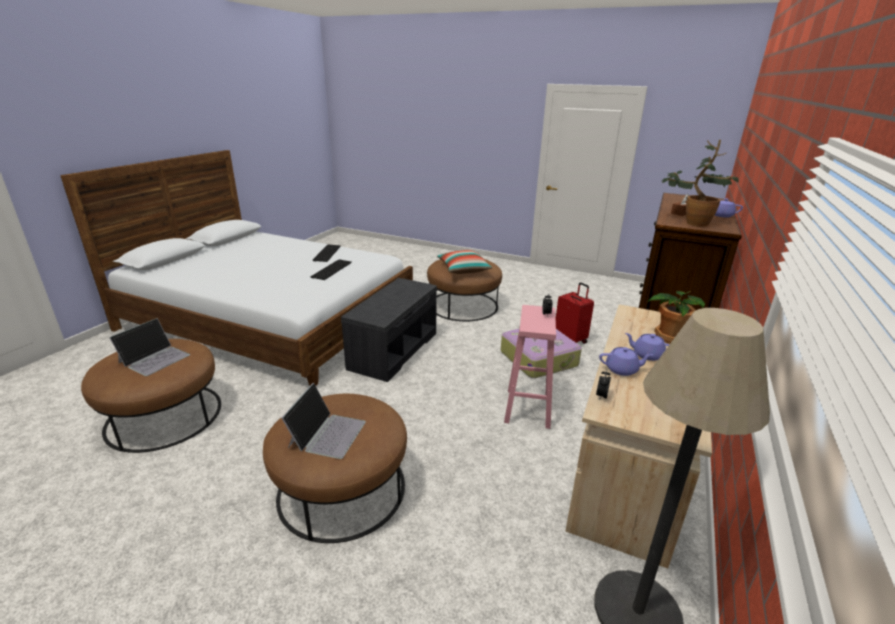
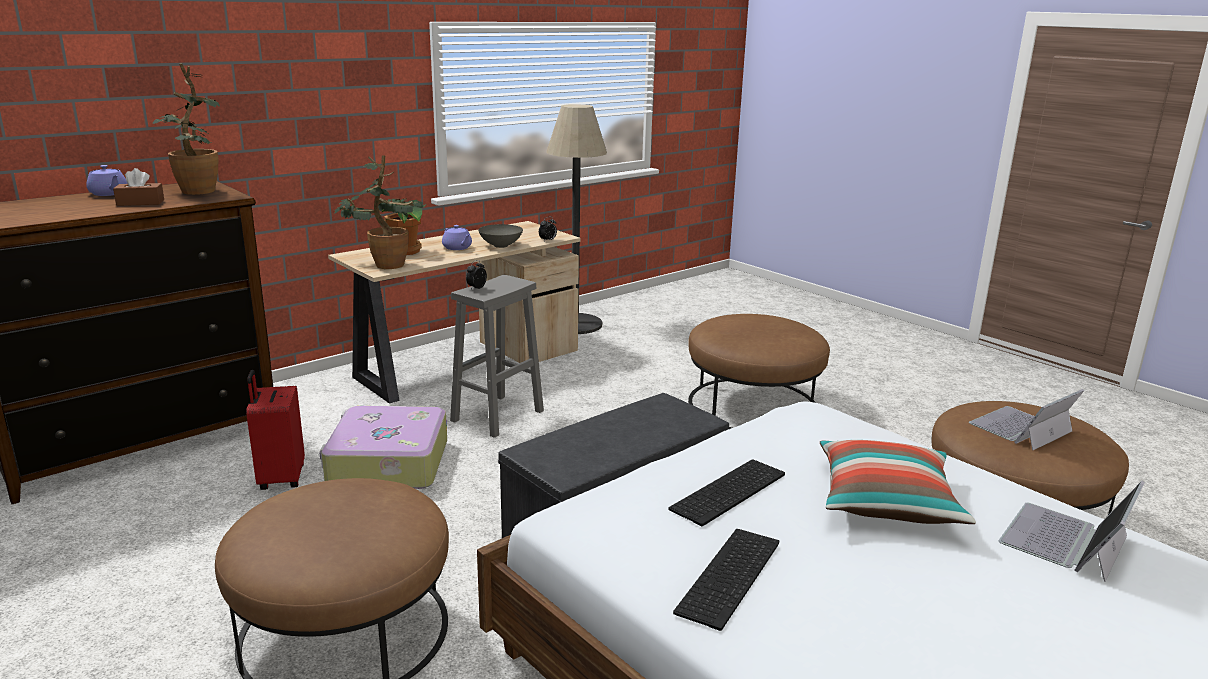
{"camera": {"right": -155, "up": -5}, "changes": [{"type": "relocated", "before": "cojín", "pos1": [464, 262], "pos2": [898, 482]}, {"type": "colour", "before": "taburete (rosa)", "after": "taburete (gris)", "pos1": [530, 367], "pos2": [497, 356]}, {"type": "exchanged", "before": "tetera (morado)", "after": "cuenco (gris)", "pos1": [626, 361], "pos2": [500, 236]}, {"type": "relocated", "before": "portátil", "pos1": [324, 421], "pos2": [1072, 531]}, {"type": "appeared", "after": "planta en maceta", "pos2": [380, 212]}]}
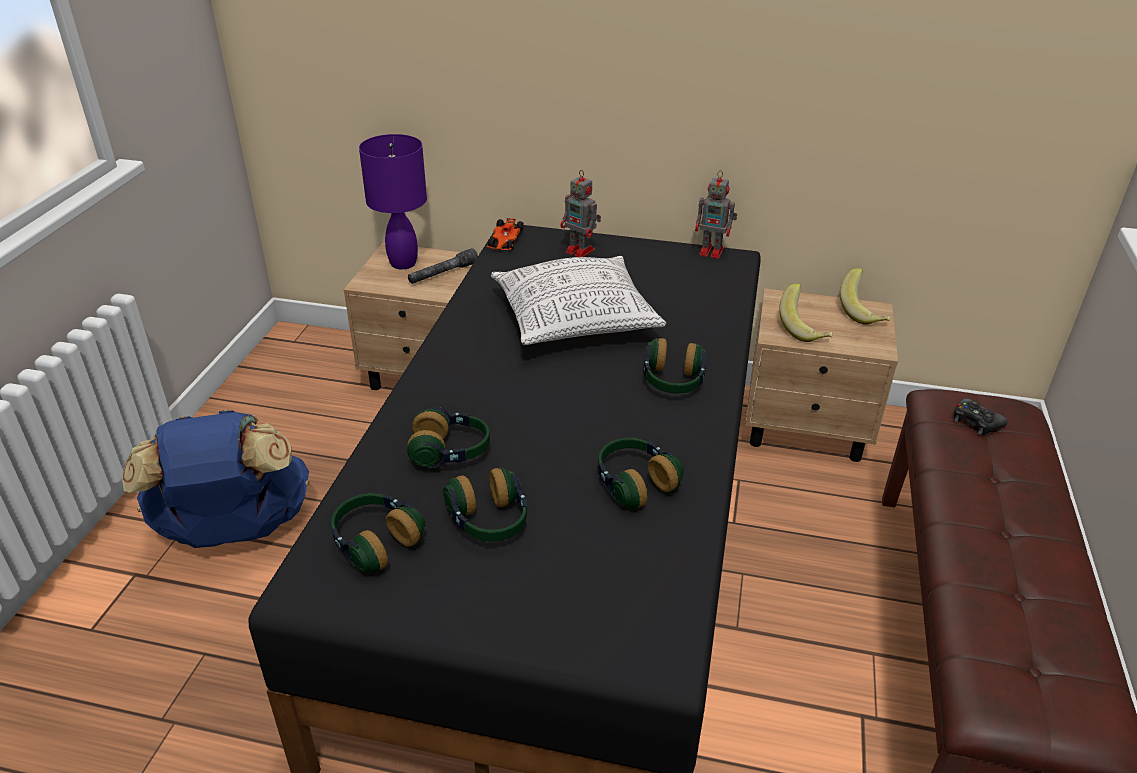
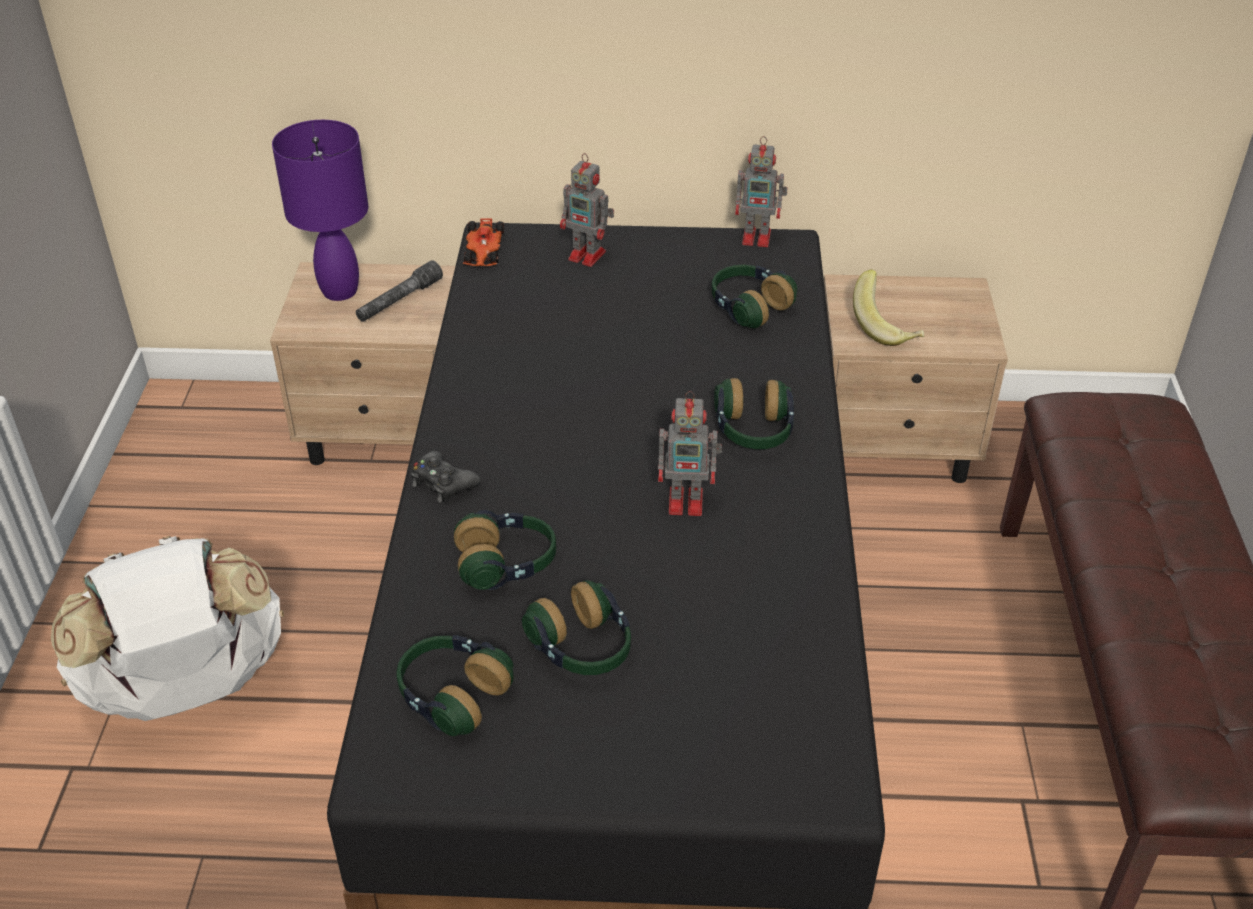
{"camera": {"right": -10, "up": 5}, "changes": [{"type": "missing", "before": "cojín", "pos1": [579, 300]}, {"type": "missing", "before": "plátano", "pos1": [865, 296]}, {"type": "relocated", "before": "mando de consola (negro)", "pos1": [981, 416], "pos2": [446, 477]}, {"type": "colour", "before": "mochila (azul)", "after": "mochila (blanco)", "pos1": [216, 479], "pos2": [167, 628]}, {"type": "relocated", "before": "auriculares", "pos1": [641, 473], "pos2": [754, 296]}, {"type": "appeared", "after": "robot de juguete", "pos2": [690, 453]}]}
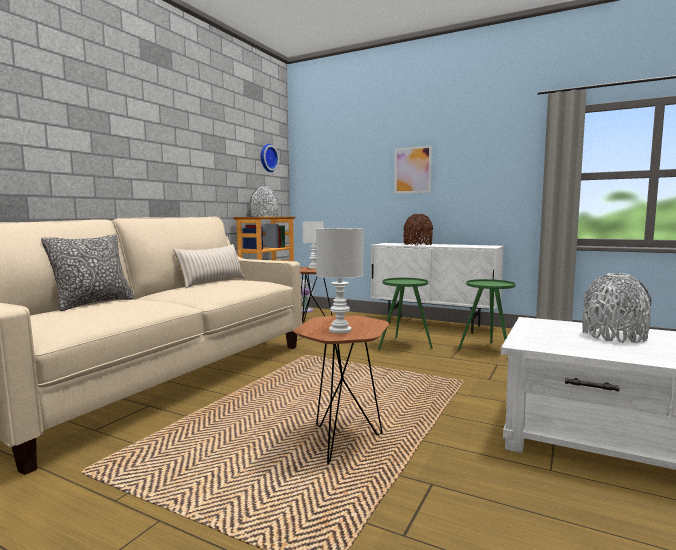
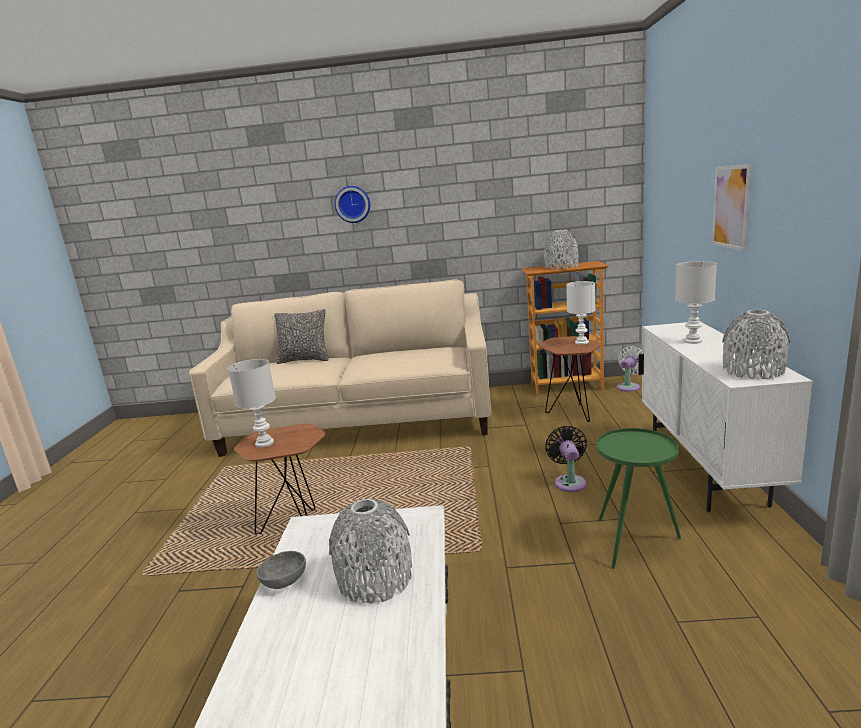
{"camera": {"right": 65, "up": 10}, "changes": [{"type": "relocated", "before": "reloj de pared", "pos1": [270, 158], "pos2": [352, 204]}, {"type": "exchanged", "before": "florero (marrón)", "after": "lámpara de mesa (blanco)", "pos1": [418, 230], "pos2": [696, 302]}, {"type": "missing", "before": "cojín (beis)", "pos1": [209, 266]}, {"type": "exchanged", "before": "mesa auxiliar (verde)", "after": "ventilador (negro)", "pos1": [405, 314], "pos2": [566, 459]}, {"type": "appeared", "after": "florero (gris)", "pos2": [756, 344]}, {"type": "appeared", "after": "cuenco (gris)", "pos2": [281, 570]}]}
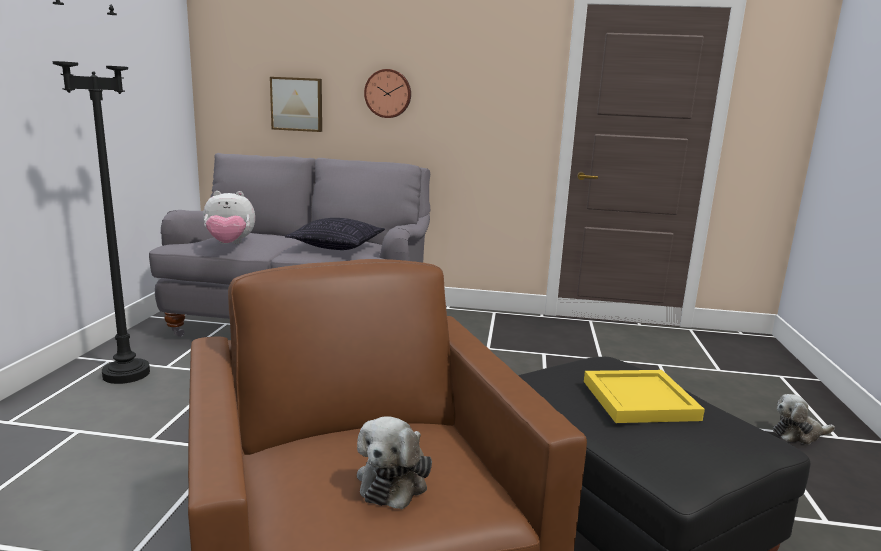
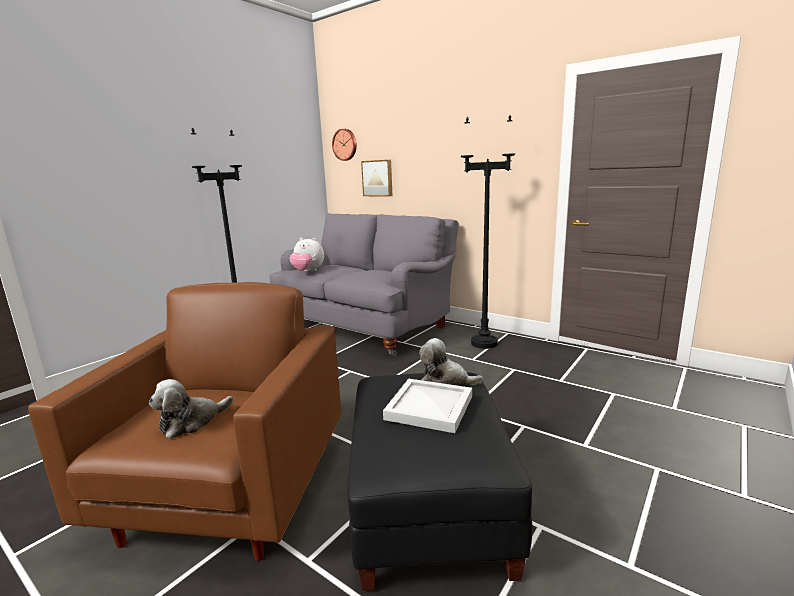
{"camera": {"right": 30, "up": 0}, "changes": [{"type": "relocated", "before": "reloj de pared", "pos1": [387, 93], "pos2": [344, 145]}, {"type": "missing", "before": "cojín", "pos1": [335, 234]}, {"type": "colour", "before": "bandeja (amarillo)", "after": "bandeja (blanco)", "pos1": [644, 396], "pos2": [427, 406]}, {"type": "relocated", "before": "peluche", "pos1": [804, 419], "pos2": [451, 362]}, {"type": "appeared", "after": "lámpara de pie (negro)", "pos2": [488, 232]}]}
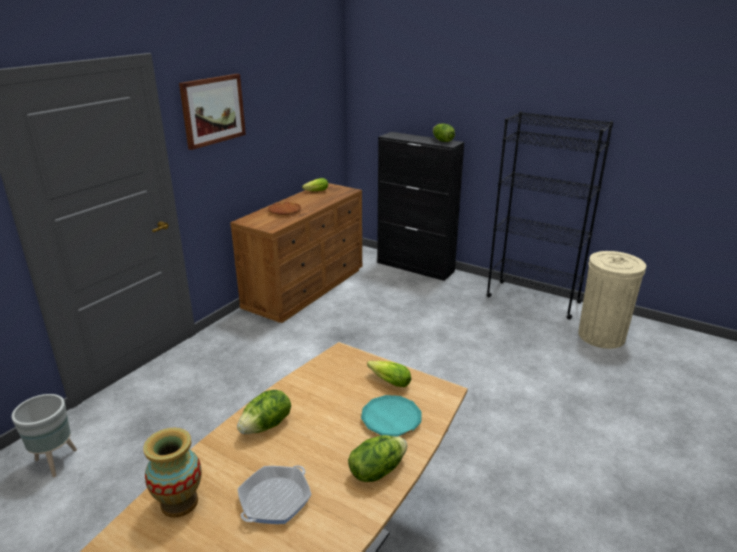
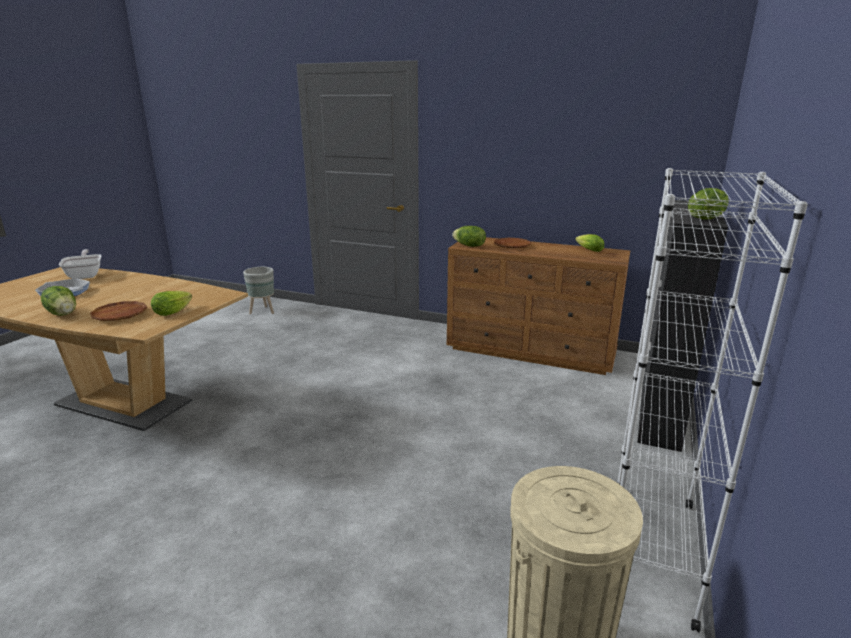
{"camera": {"right": 80, "up": -5}, "changes": [{"type": "missing", "before": "cuadro", "pos1": [212, 112]}, {"type": "colour", "before": "estantería (negro)", "after": "estantería (blanco)", "pos1": [549, 215], "pos2": [713, 400]}, {"type": "relocated", "before": "lechuga", "pos1": [264, 412], "pos2": [469, 236]}, {"type": "colour", "before": "plato (turquesa)", "after": "plato (marrón)", "pos1": [391, 416], "pos2": [118, 311]}, {"type": "exchanged", "before": "florero", "after": "sartén", "pos1": [172, 473], "pos2": [80, 264]}]}
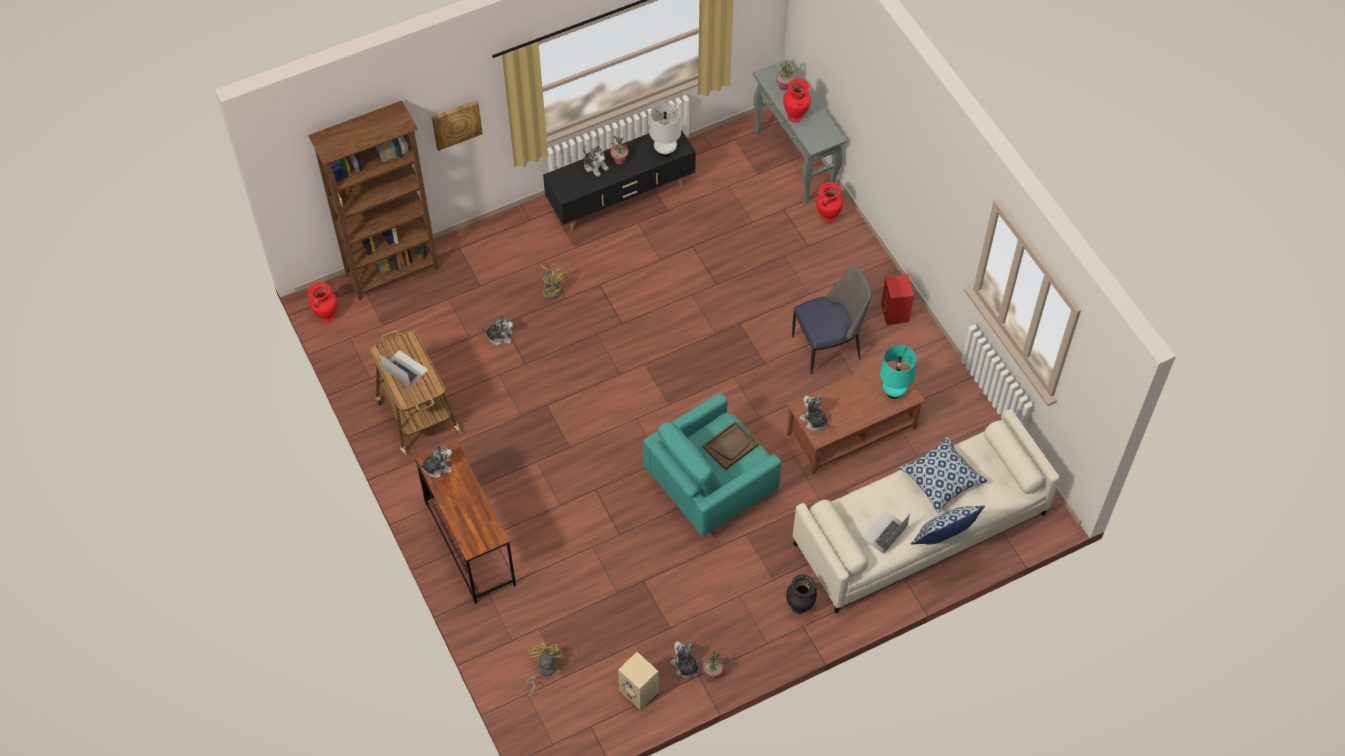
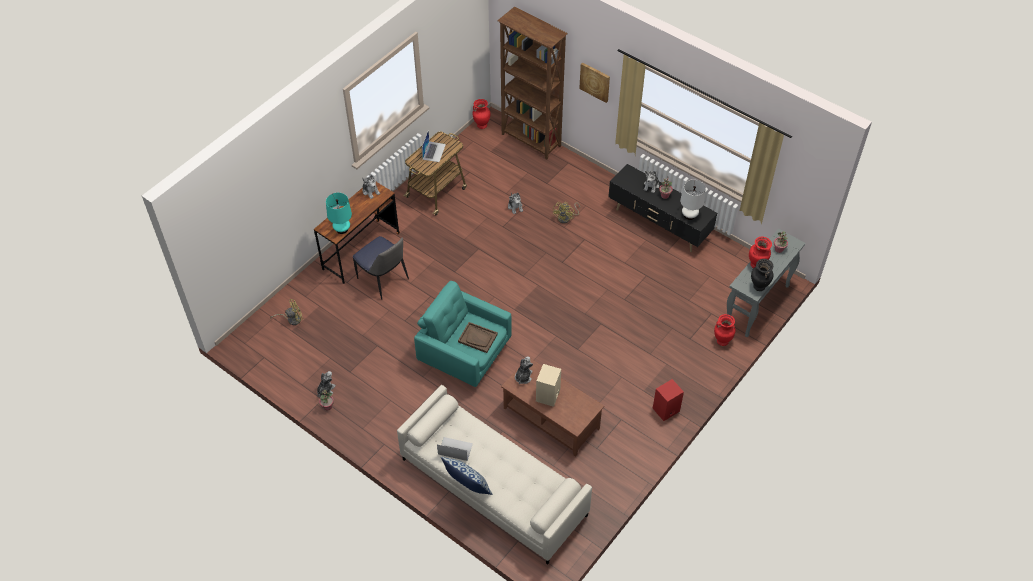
{"camera": {"right": 65, "up": -5}, "changes": [{"type": "relocated", "before": "silla", "pos1": [831, 320], "pos2": [381, 268]}, {"type": "relocated", "before": "lámpara de mesa (turquesa)", "pos1": [898, 372], "pos2": [339, 213]}, {"type": "missing", "before": "cojín", "pos1": [943, 475]}, {"type": "relocated", "before": "florero (negro)", "pos1": [801, 594], "pos2": [762, 275]}, {"type": "relocated", "before": "altavoz (beis)", "pos1": [638, 681], "pos2": [548, 385]}]}
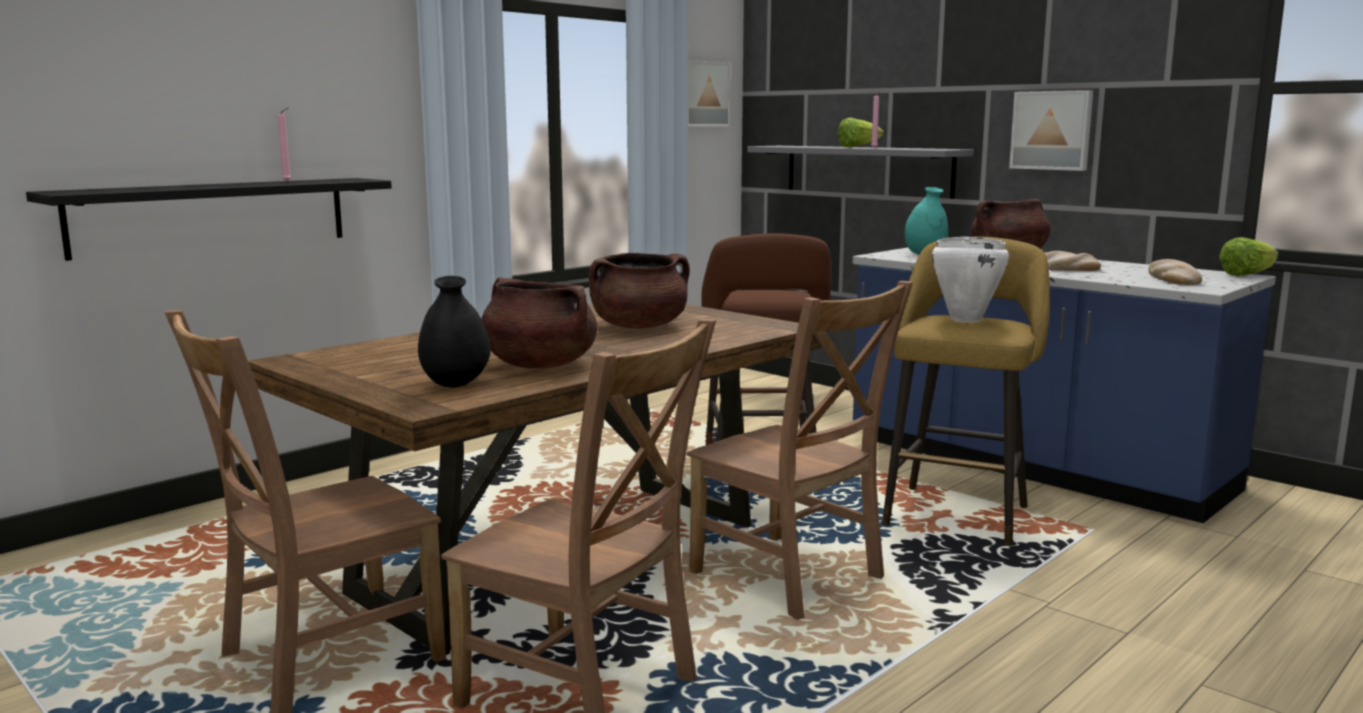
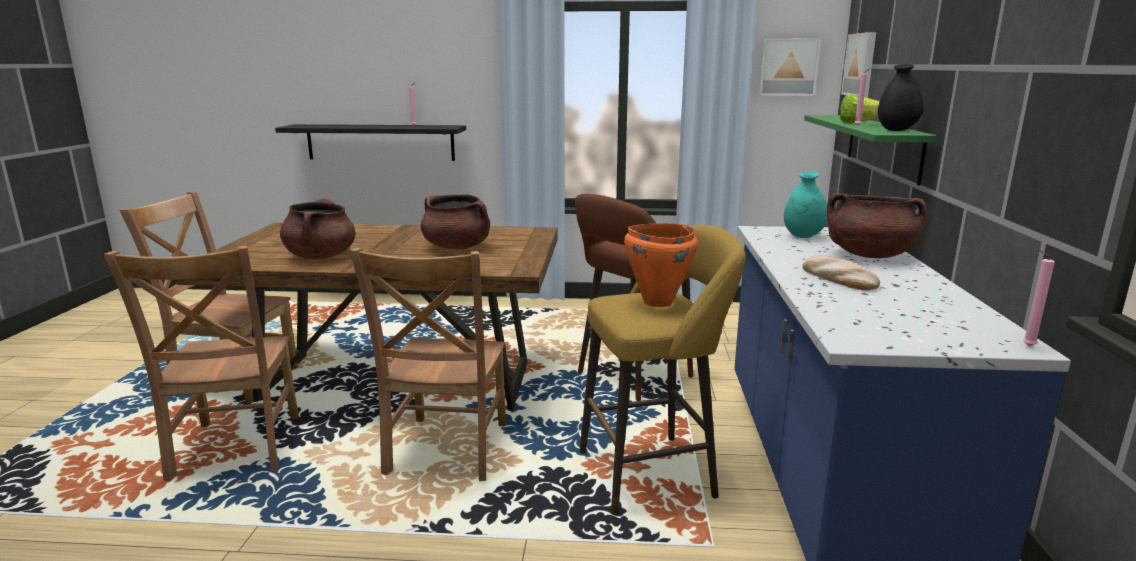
{"camera": {"right": 50, "up": 5}, "changes": [{"type": "relocated", "before": "cuadro", "pos1": [1051, 130], "pos2": [858, 64]}, {"type": "colour", "before": "estante (gris)", "after": "estante (verde)", "pos1": [860, 172], "pos2": [870, 150]}, {"type": "colour", "before": "olla (blanco)", "after": "olla (naranja)", "pos1": [970, 279], "pos2": [661, 265]}, {"type": "exchanged", "before": "lechuga", "after": "vela (rosa)", "pos1": [1248, 256], "pos2": [1039, 298]}, {"type": "missing", "before": "pan", "pos1": [1175, 272]}, {"type": "relocated", "before": "florero (negro)", "pos1": [454, 331], "pos2": [901, 97]}]}
